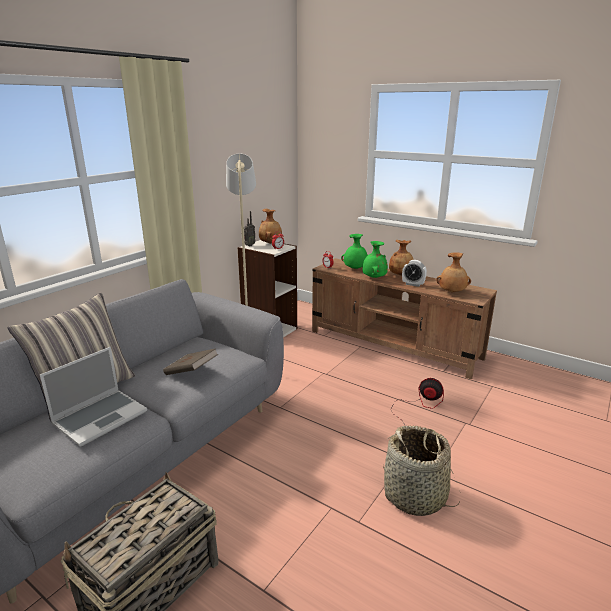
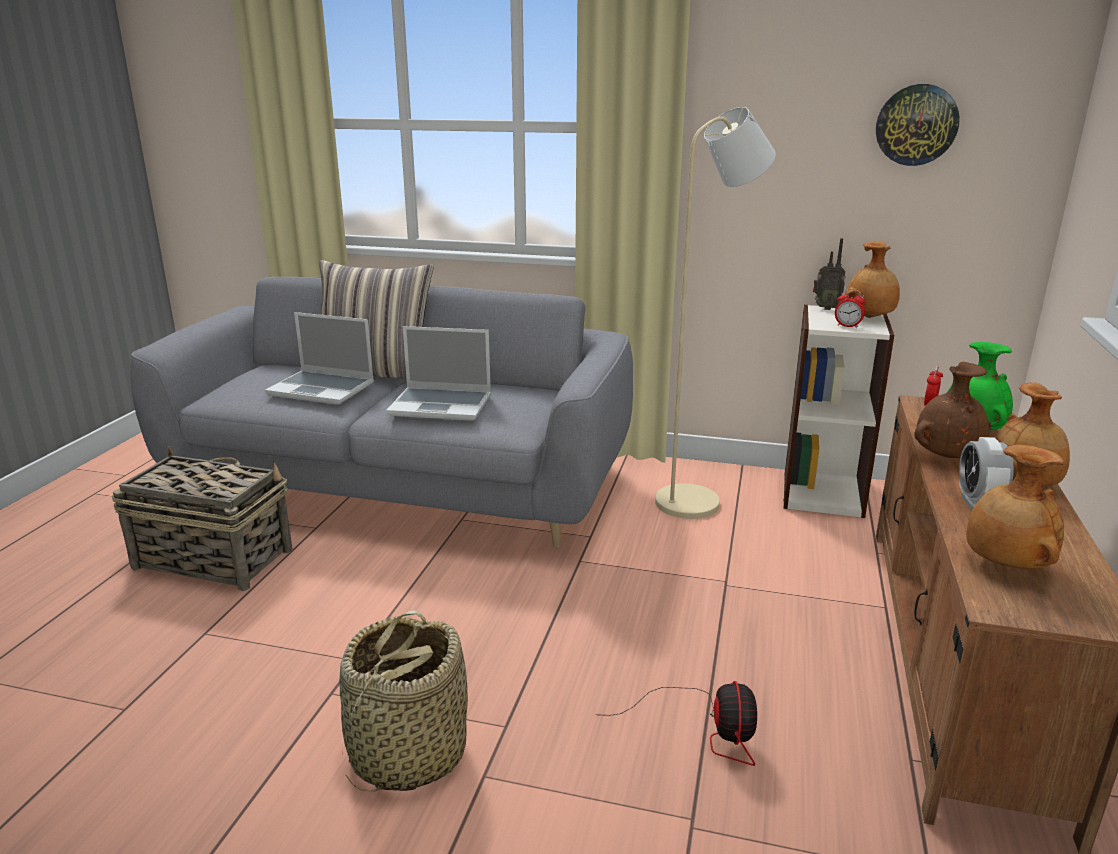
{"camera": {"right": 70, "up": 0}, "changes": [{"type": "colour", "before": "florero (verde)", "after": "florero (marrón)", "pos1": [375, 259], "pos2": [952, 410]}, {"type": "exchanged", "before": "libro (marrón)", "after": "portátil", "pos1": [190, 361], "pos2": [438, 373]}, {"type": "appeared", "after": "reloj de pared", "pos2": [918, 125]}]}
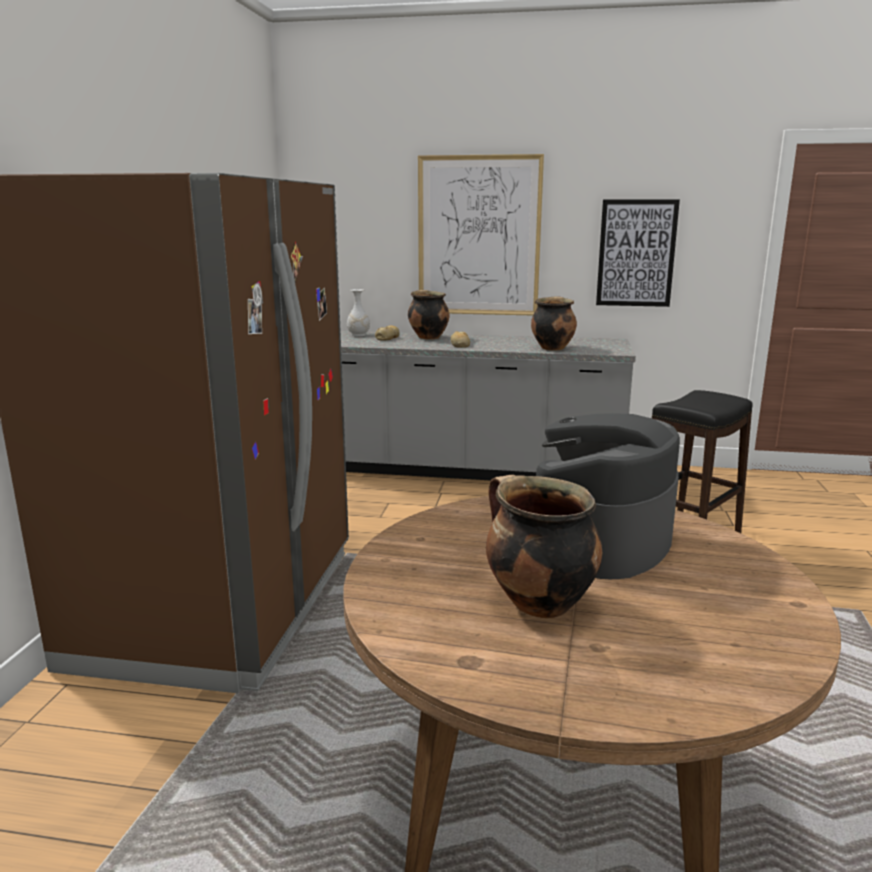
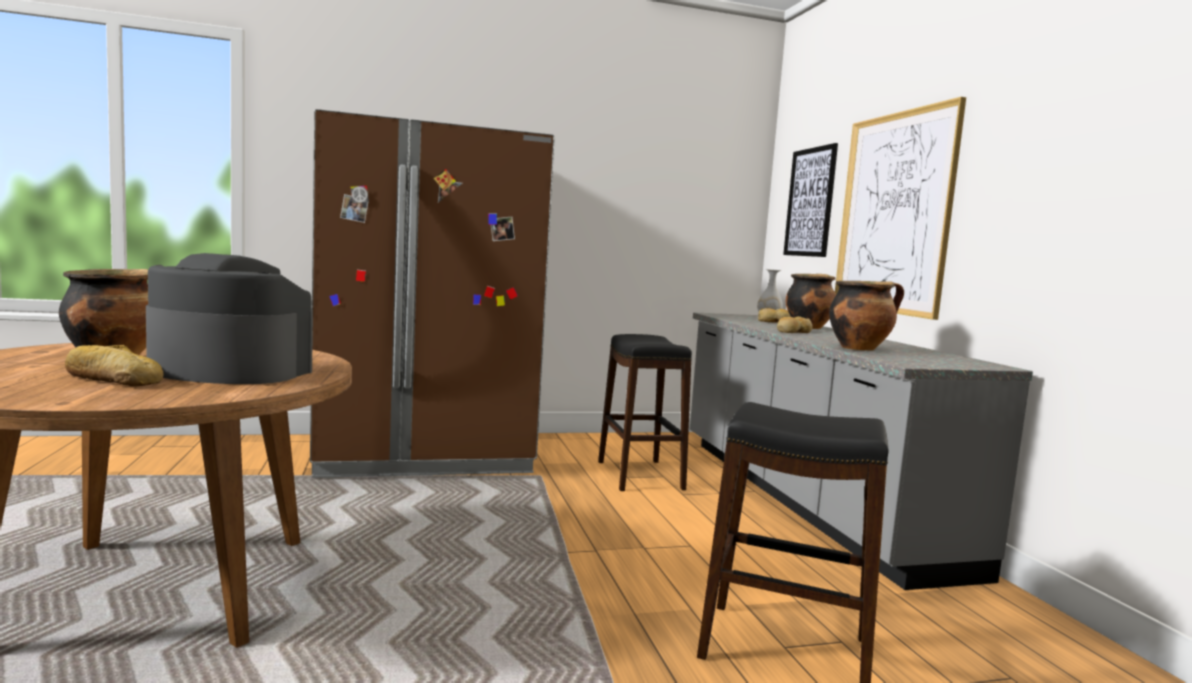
{"camera": {"right": 65, "up": -10}, "changes": [{"type": "relocated", "before": "cuadro", "pos1": [638, 253], "pos2": [810, 200]}, {"type": "appeared", "after": "taburete (negro)", "pos2": [645, 412]}, {"type": "appeared", "after": "pan", "pos2": [114, 365]}]}
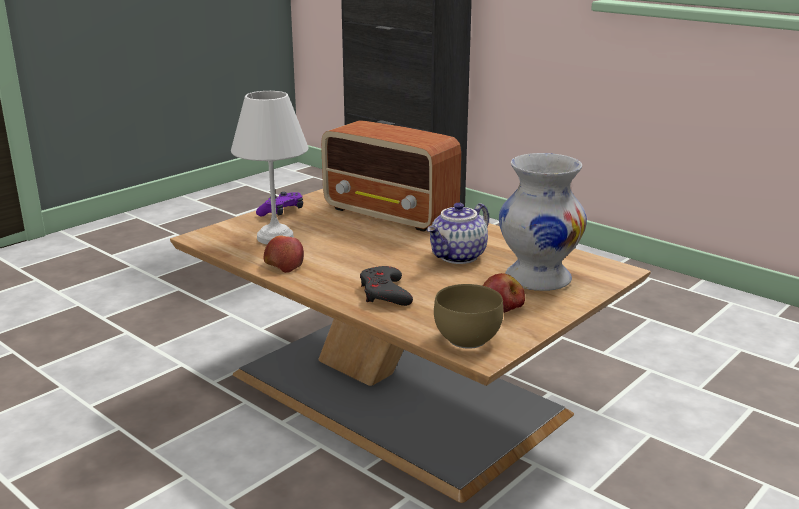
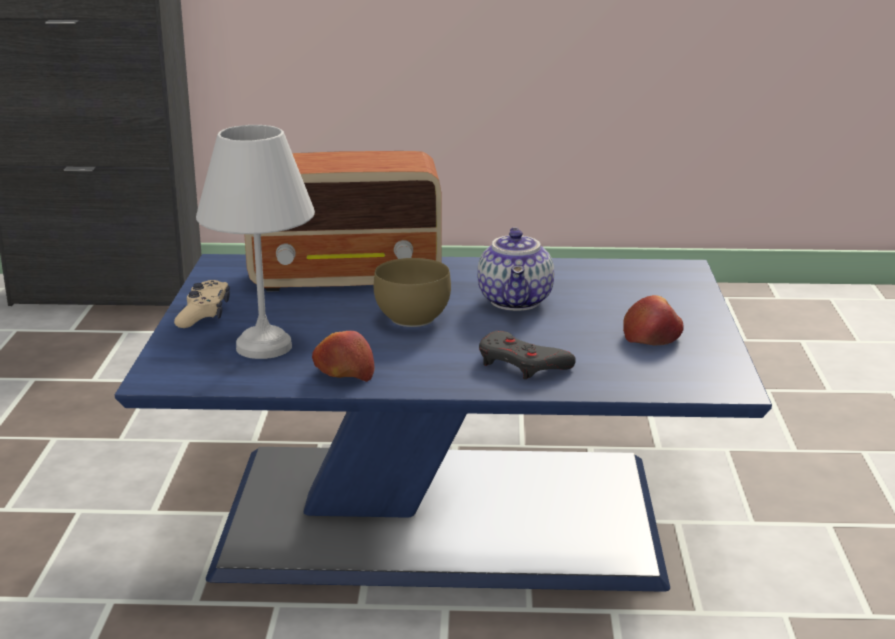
{"camera": {"right": -40, "up": 0}, "changes": [{"type": "missing", "before": "florero (blanco)", "pos1": [543, 222]}, {"type": "colour", "before": "mesa de centro (marrón)", "after": "mesa de centro (azul)", "pos1": [410, 346], "pos2": [443, 423]}, {"type": "colour", "before": "mando de consola (morado)", "after": "mando de consola (beis)", "pos1": [279, 204], "pos2": [202, 304]}, {"type": "relocated", "before": "cuenco (marrón)", "pos1": [468, 316], "pos2": [412, 292]}]}
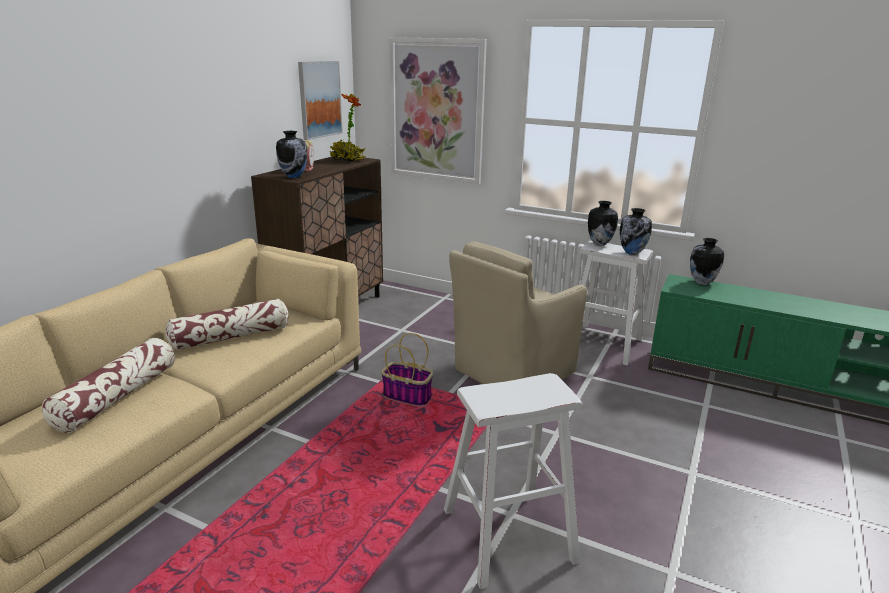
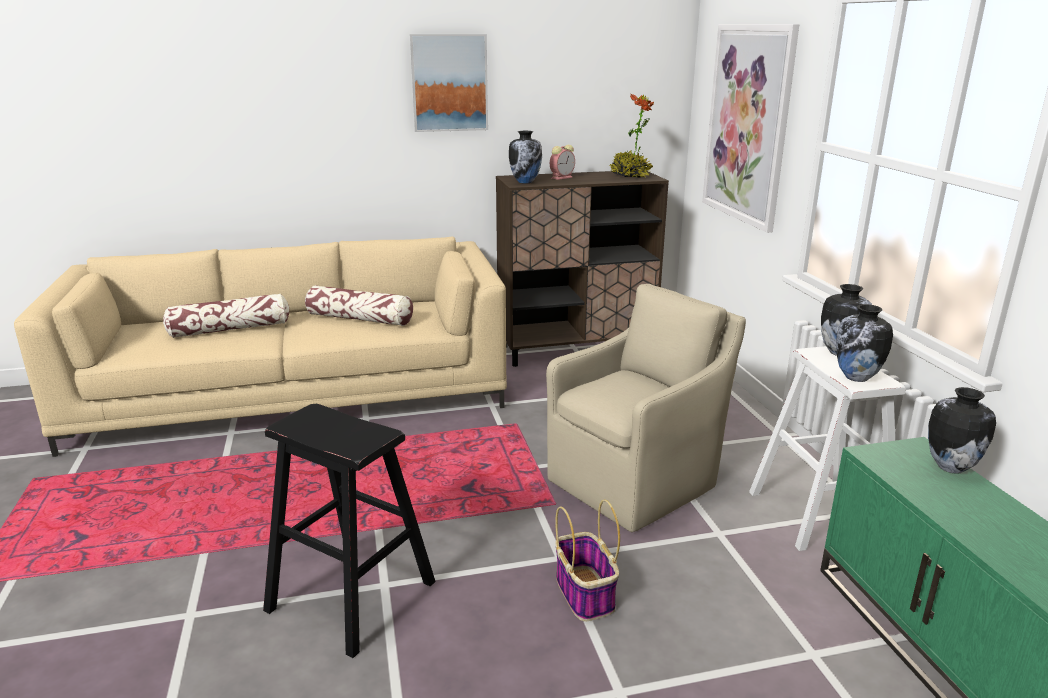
{"camera": {"right": 50, "up": 0}, "changes": [{"type": "relocated", "before": "cuadro", "pos1": [320, 100], "pos2": [449, 83]}, {"type": "spun", "before": "sillón (beis)", "pos1": [518, 312], "pos2": [646, 408], "turn": 135}, {"type": "relocated", "before": "cesta", "pos1": [407, 369], "pos2": [587, 560]}, {"type": "colour", "before": "taburete (blanco)", "after": "taburete (negro)", "pos1": [513, 481], "pos2": [349, 531]}]}
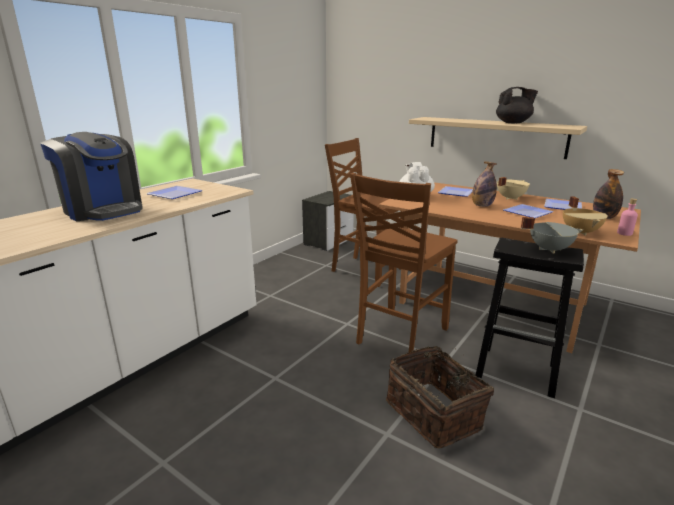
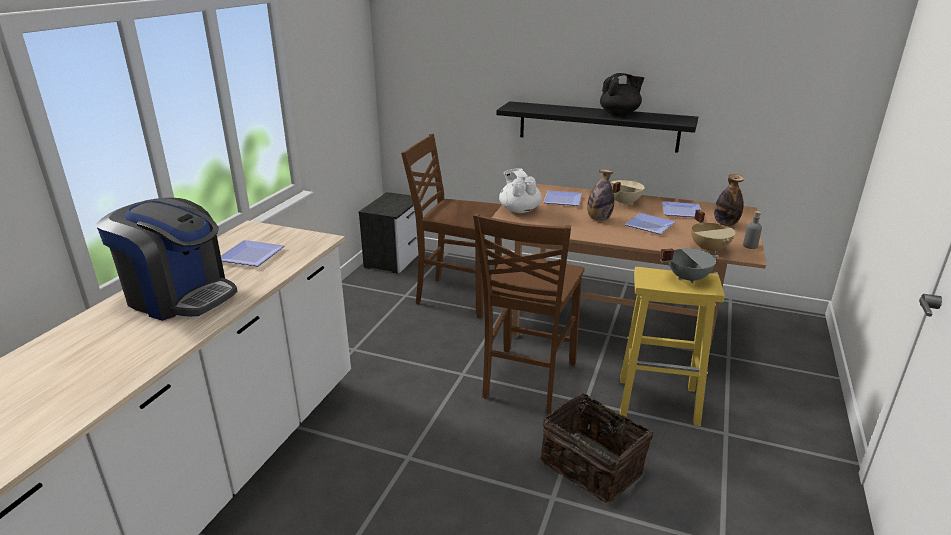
{"camera": {"right": -15, "up": 5}, "changes": [{"type": "colour", "before": "estante (beis)", "after": "estante (negro)", "pos1": [498, 138], "pos2": [597, 127]}, {"type": "colour", "before": "botella (rosa)", "after": "botella (gris)", "pos1": [627, 217], "pos2": [752, 230]}, {"type": "colour", "before": "taburete (negro)", "after": "taburete (amarillo)", "pos1": [530, 318], "pos2": [672, 346]}]}
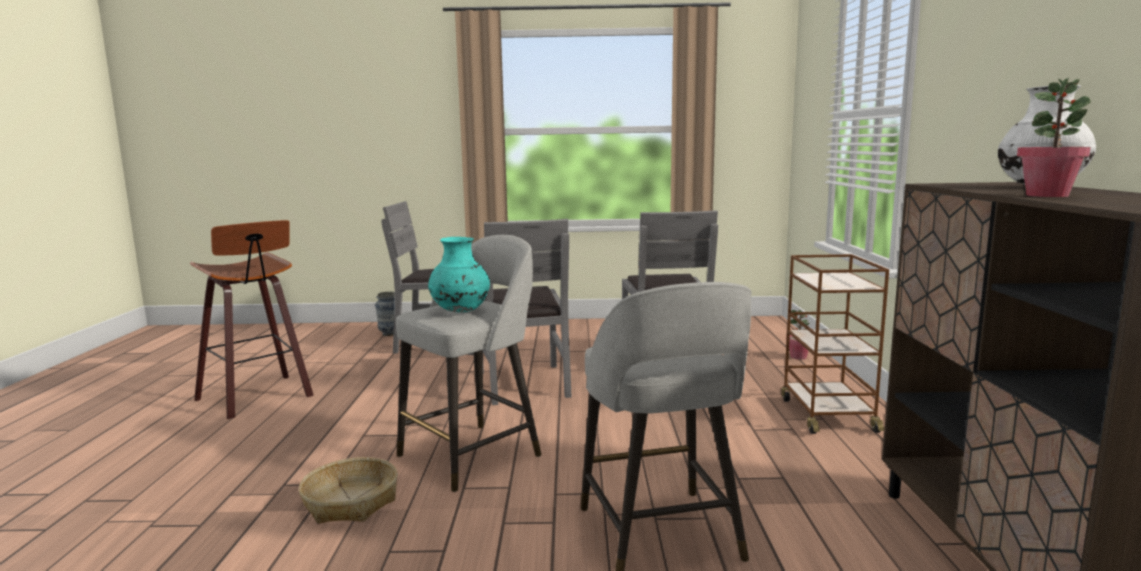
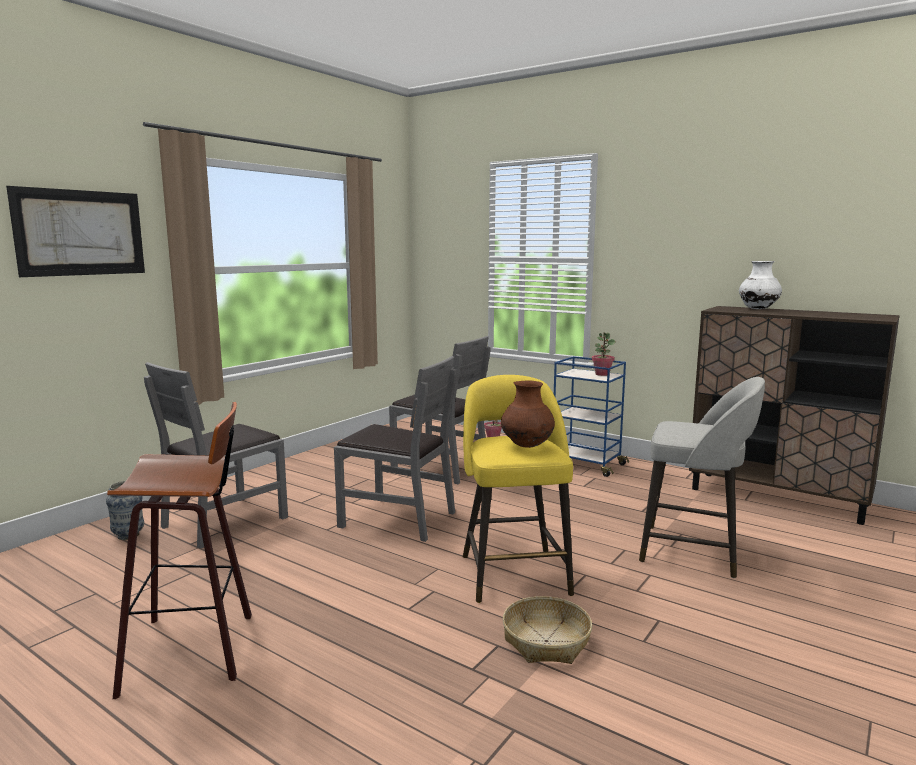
{"camera": {"right": -55, "up": 0}, "changes": [{"type": "relocated", "before": "planta en maceta", "pos1": [1054, 137], "pos2": [604, 354]}, {"type": "colour", "before": "taburete (gris)", "after": "taburete (amarillo)", "pos1": [469, 363], "pos2": [518, 489]}, {"type": "colour", "before": "florero (turquesa)", "after": "florero (marrón)", "pos1": [459, 274], "pos2": [528, 414]}, {"type": "colour", "before": "carrito (marrón)", "after": "carrito (azul)", "pos1": [835, 344], "pos2": [591, 416]}, {"type": "appeared", "after": "cuadro", "pos2": [75, 231]}]}
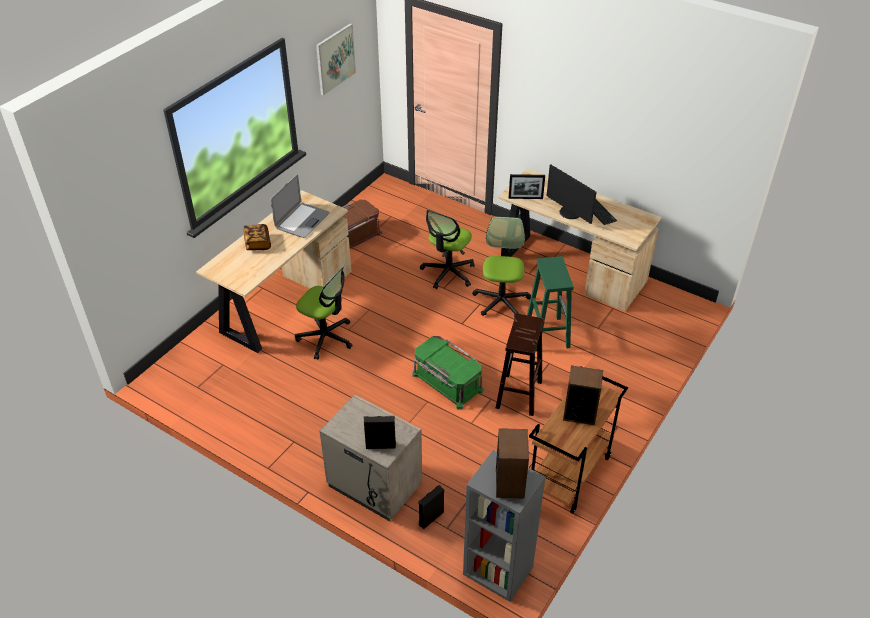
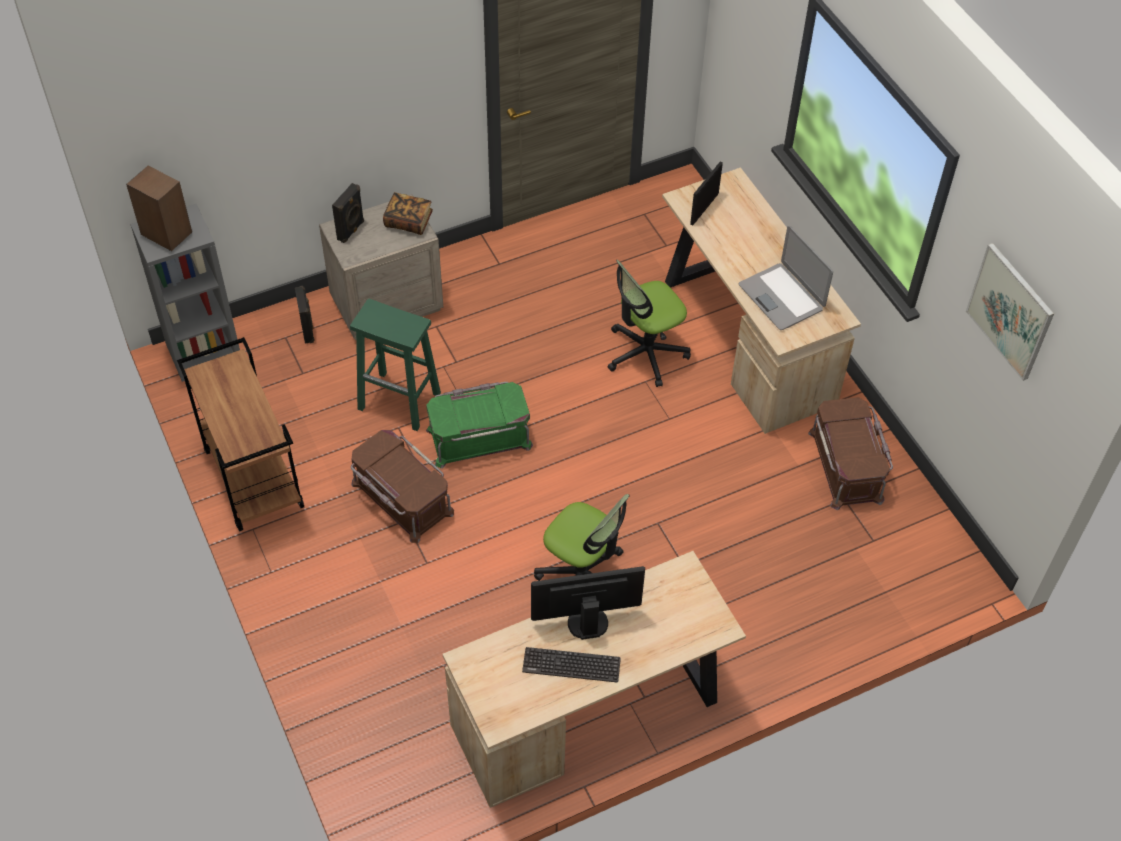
{"camera": {"right": 120, "up": 10}, "changes": [{"type": "relocated", "before": "portarretratos", "pos1": [527, 186], "pos2": [706, 193]}, {"type": "missing", "before": "silla de oficina", "pos1": [447, 249]}, {"type": "relocated", "before": "libro", "pos1": [257, 237], "pos2": [408, 213]}, {"type": "relocated", "before": "taburete (verde)", "pos1": [550, 303], "pos2": [395, 365]}, {"type": "exchanged", "before": "taburete (marrón)", "after": "caja de almacenaje (marrón)", "pos1": [520, 365], "pos2": [402, 486]}, {"type": "missing", "before": "altavoz", "pos1": [583, 395]}]}
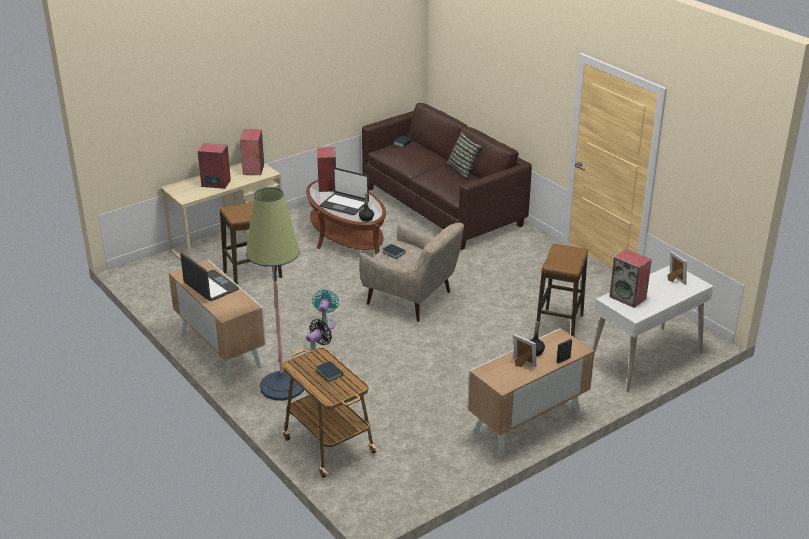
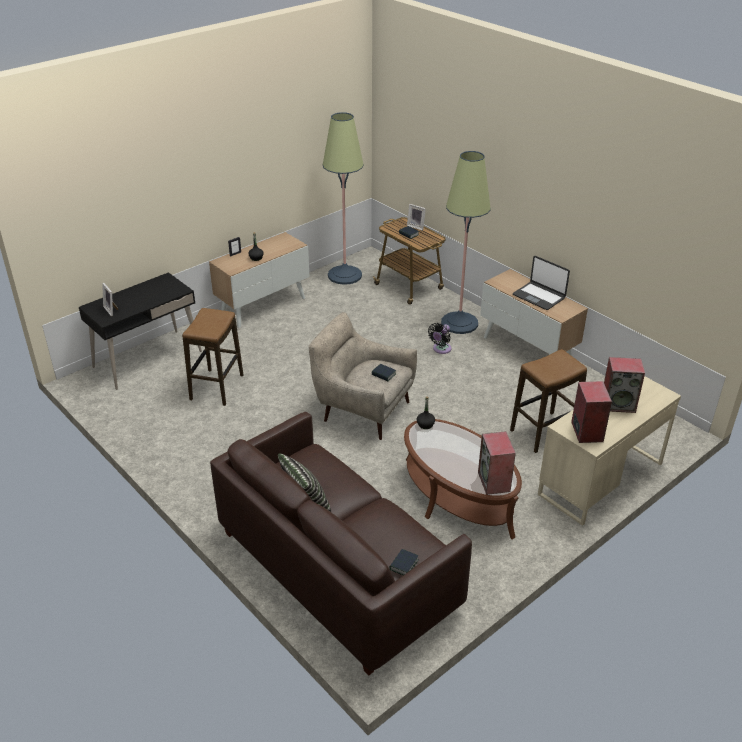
{"camera": {"right": 175, "up": 5}, "changes": [{"type": "missing", "before": "portátil", "pos1": [344, 191]}, {"type": "missing", "before": "altavoz", "pos1": [630, 278]}, {"type": "colour", "before": "escritorio (blanco)", "after": "escritorio (negro)", "pos1": [653, 328], "pos2": [140, 331]}, {"type": "missing", "before": "ventilador (turquesa)", "pos1": [325, 310]}, {"type": "relocated", "before": "portarretratos", "pos1": [524, 351], "pos2": [416, 217]}, {"type": "appeared", "after": "lámpara de pie", "pos2": [343, 198]}]}
